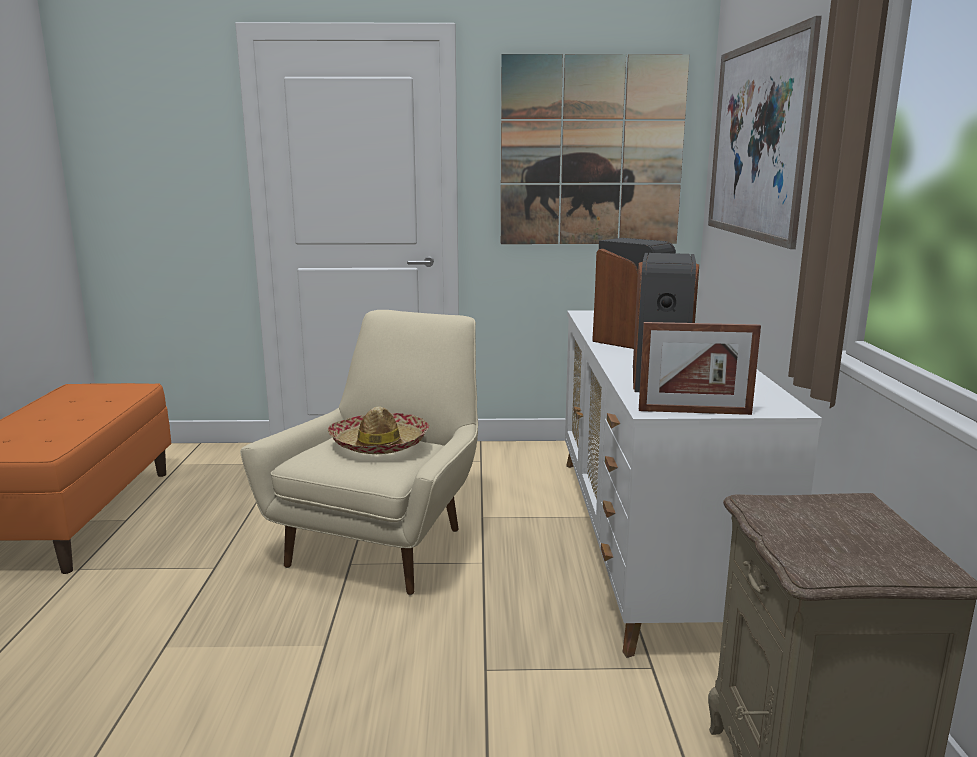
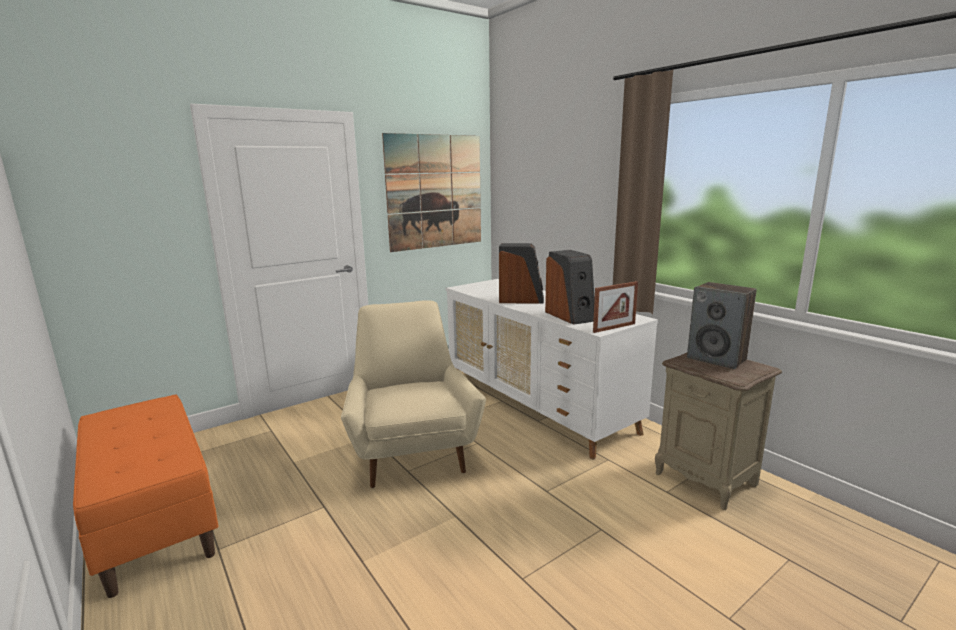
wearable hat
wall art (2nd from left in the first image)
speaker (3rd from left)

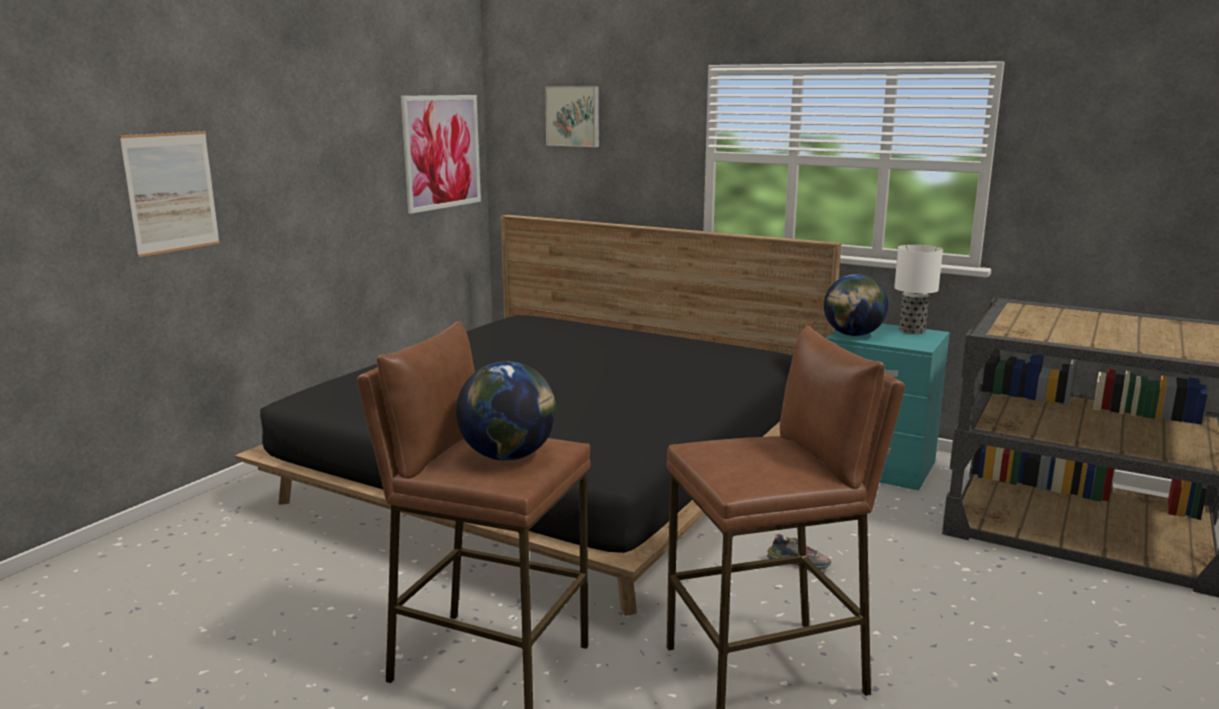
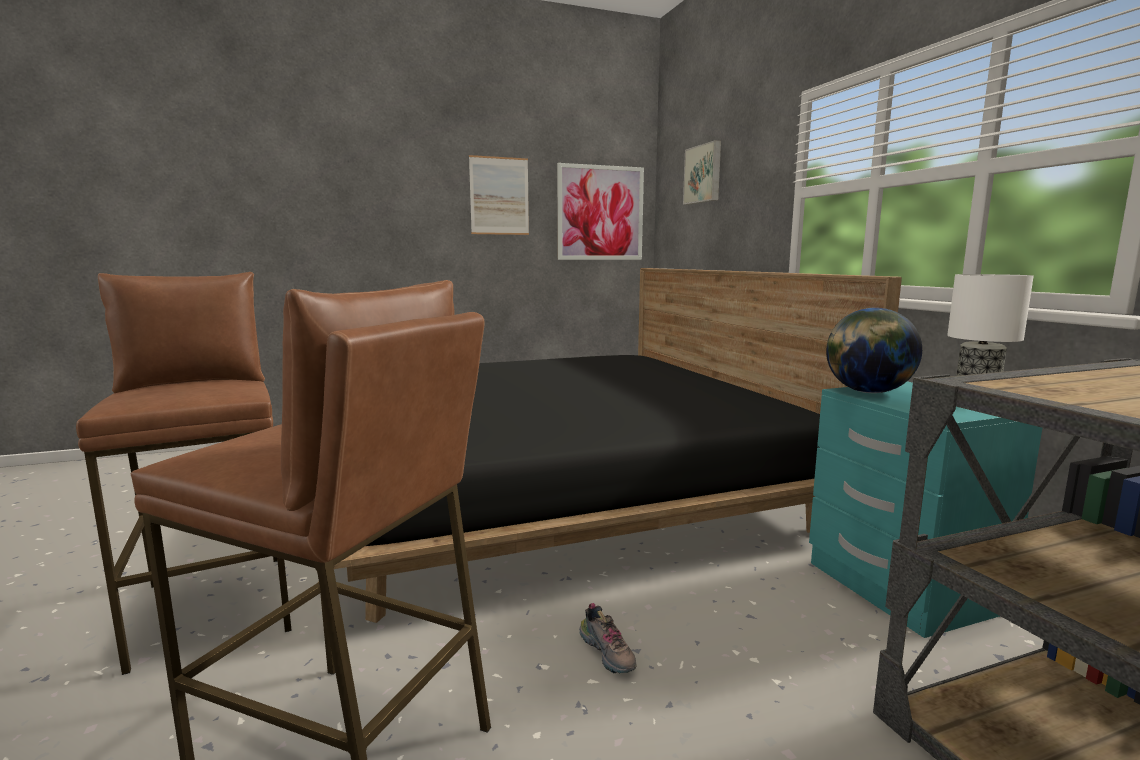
world globe (1st from left in the first image)
wall art (1st from left)

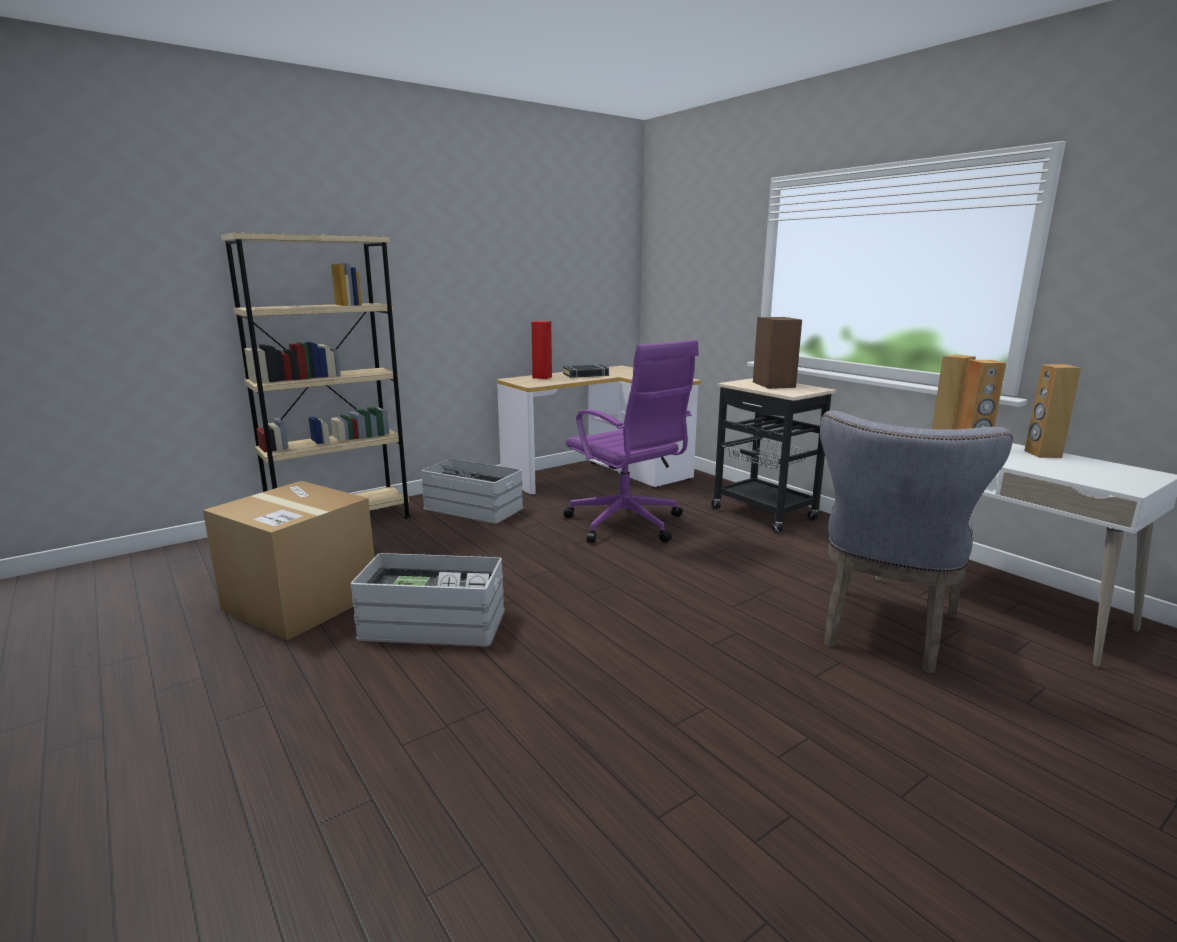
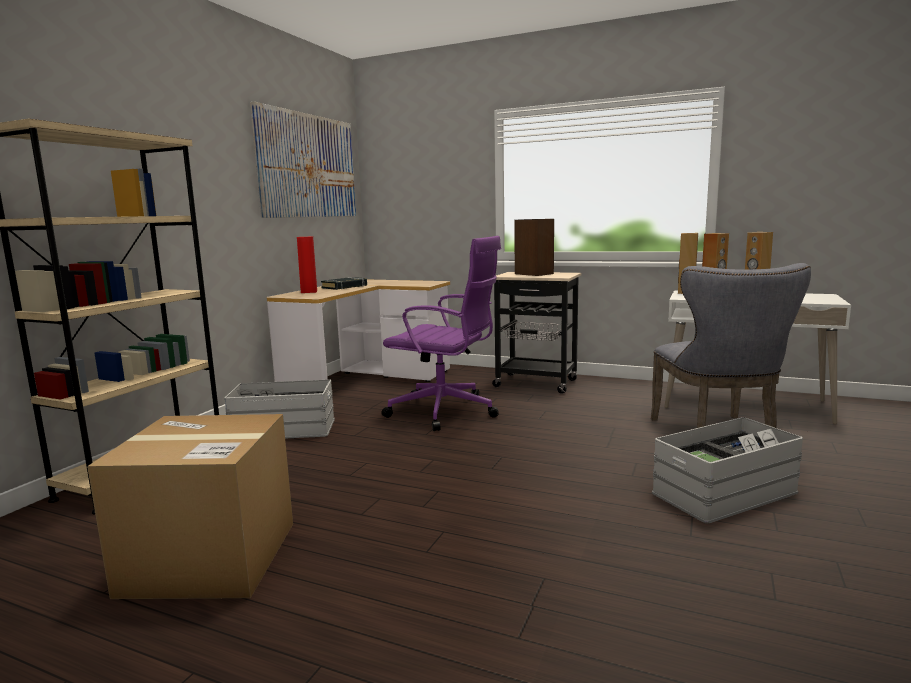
wall art
storage bin (grey) (2nd from left)

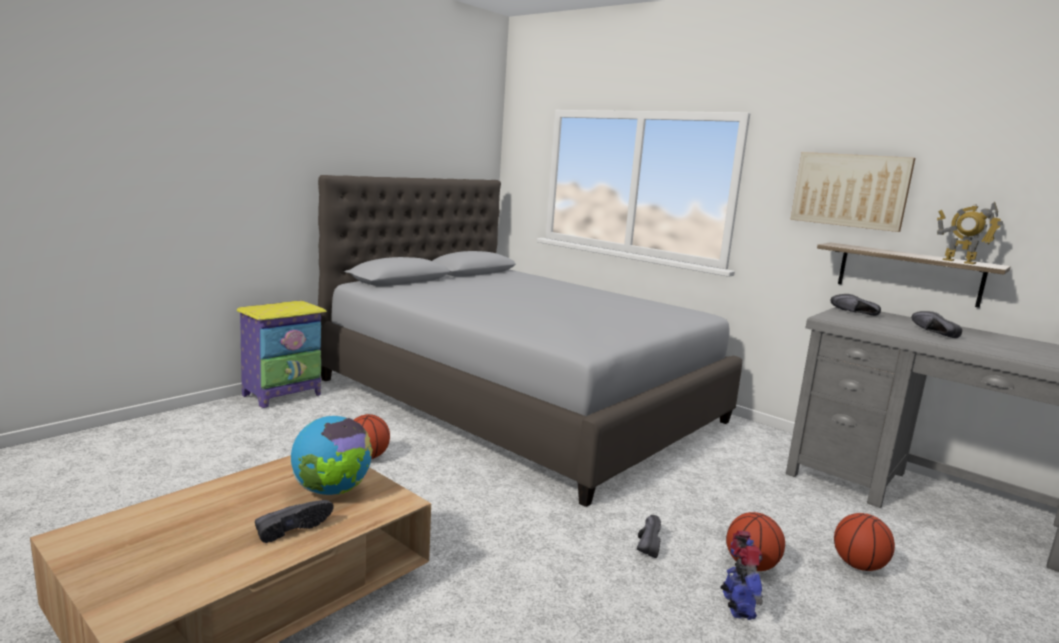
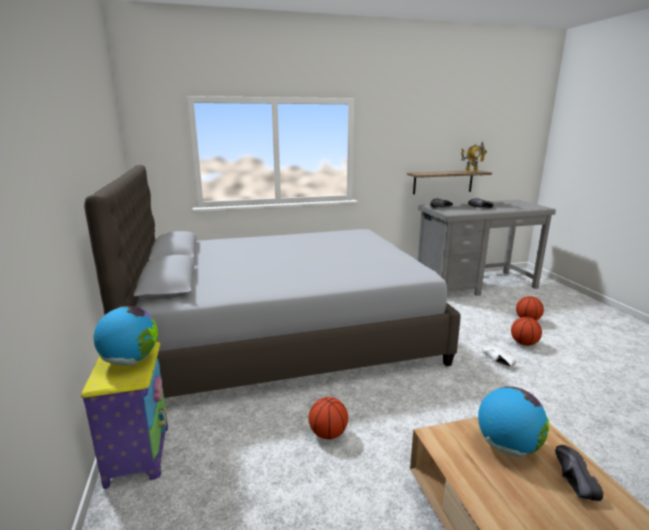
toy robot (1st from left in the first image)
wall art
world globe (1st from left)
item of footwear (white-coloured)

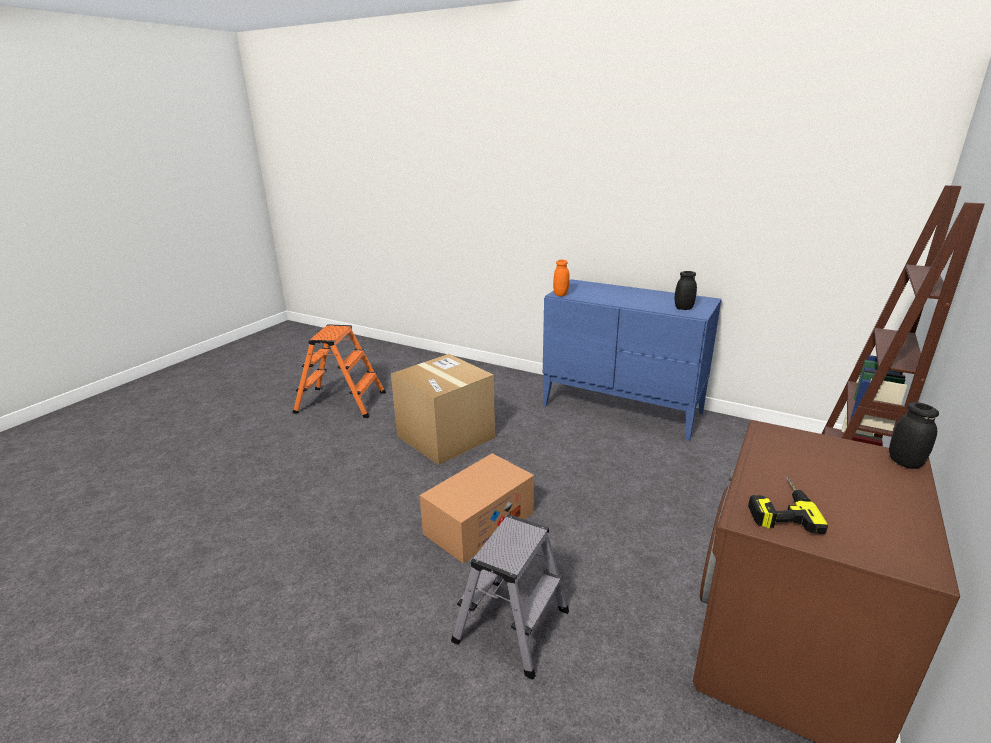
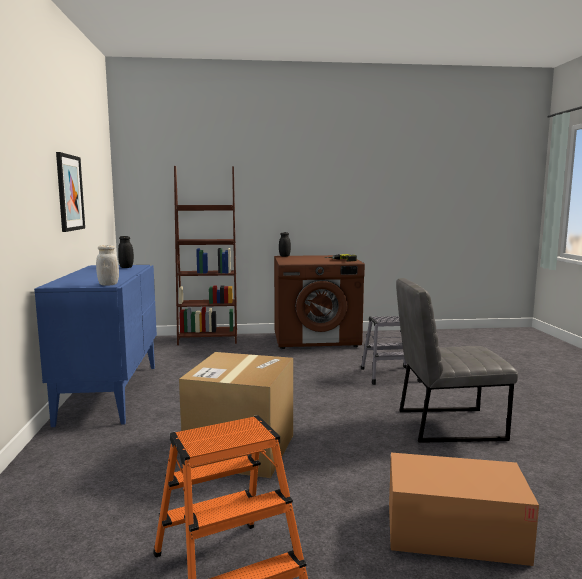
wall art
chair (grey)
packing box (2nd from left)
jar (white-coloured)

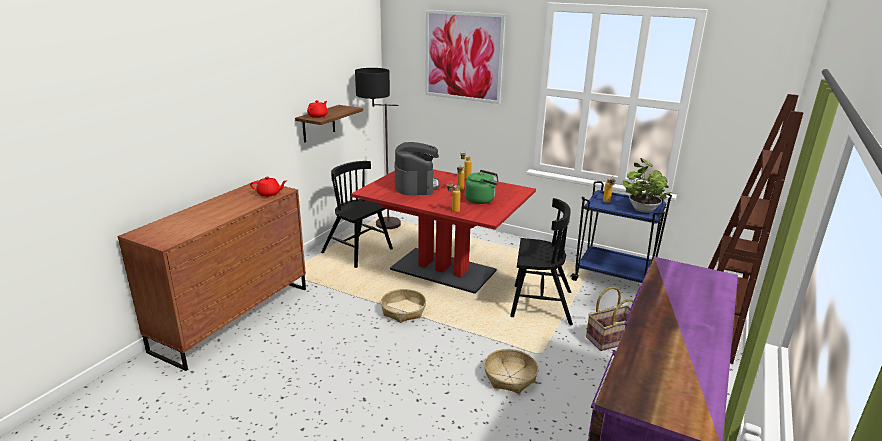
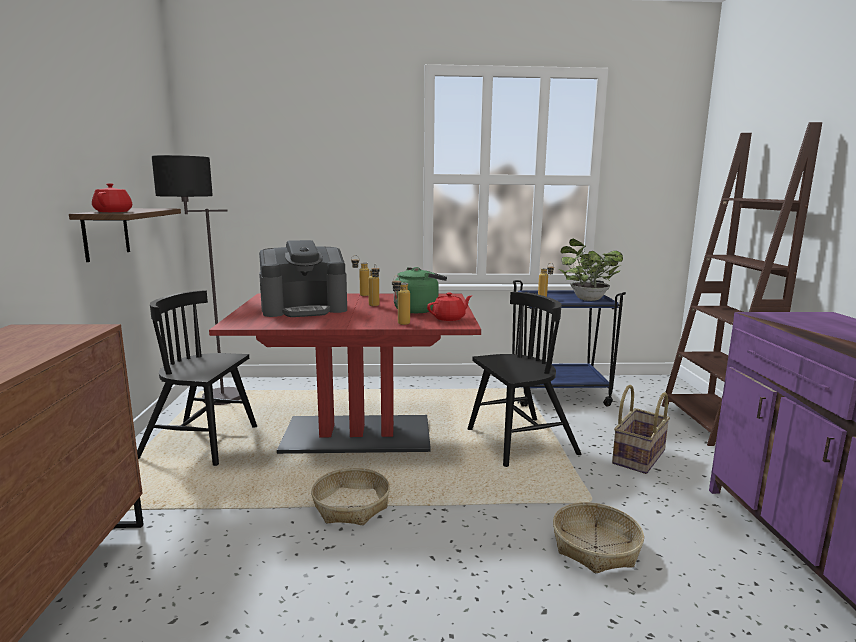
wall art
tea pot (red-coloured) (2nd from left)
coffee machine

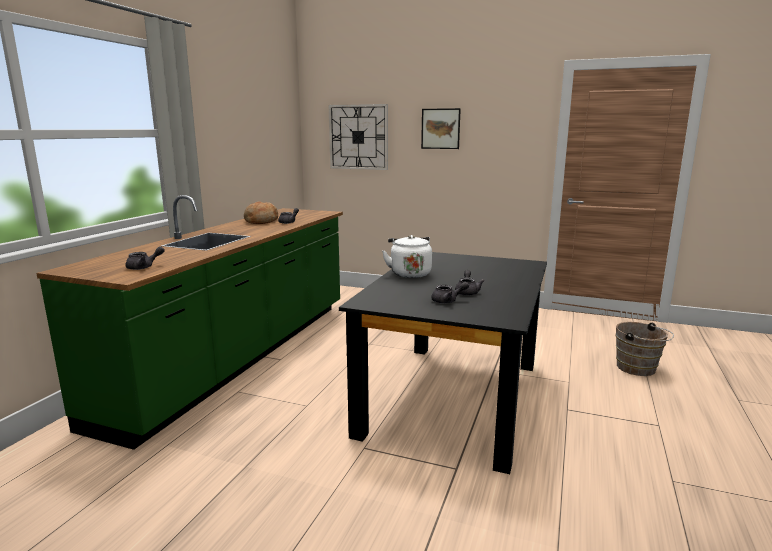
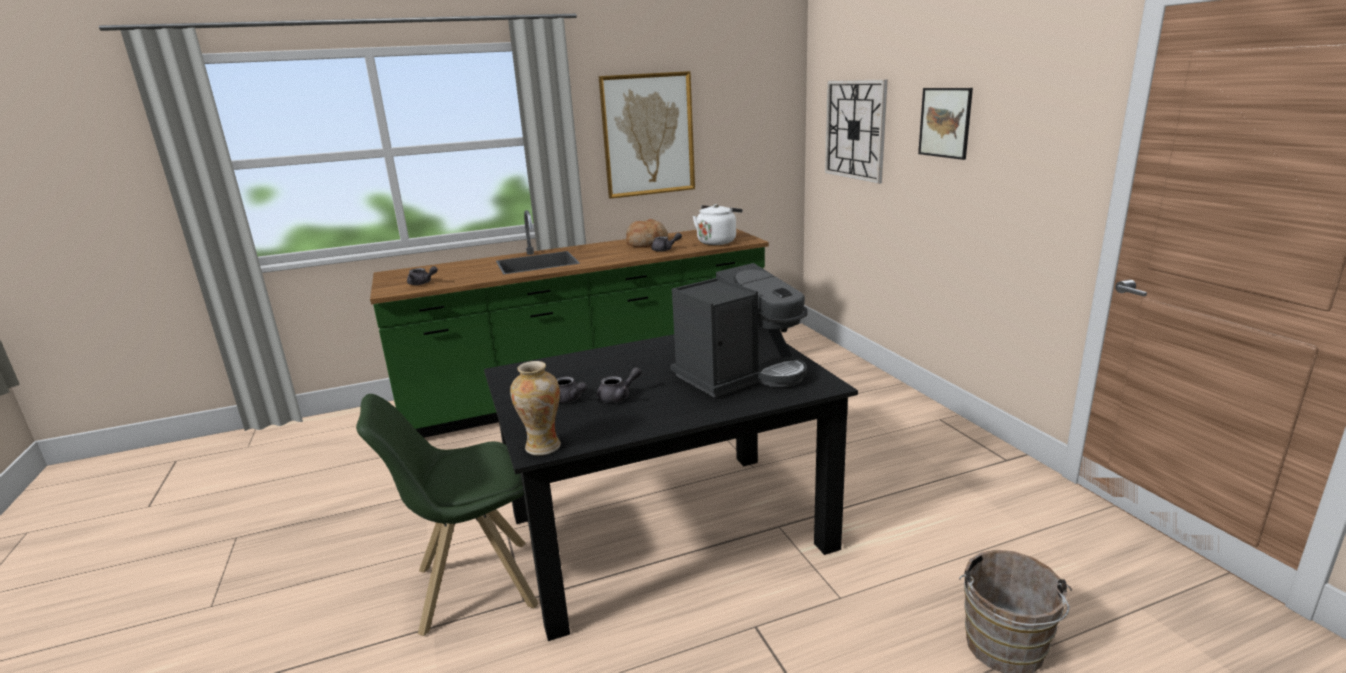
chair (green-coloured)
decorative vase
wall art (1st from left)
coffee machine
water kettle (white-coloured)

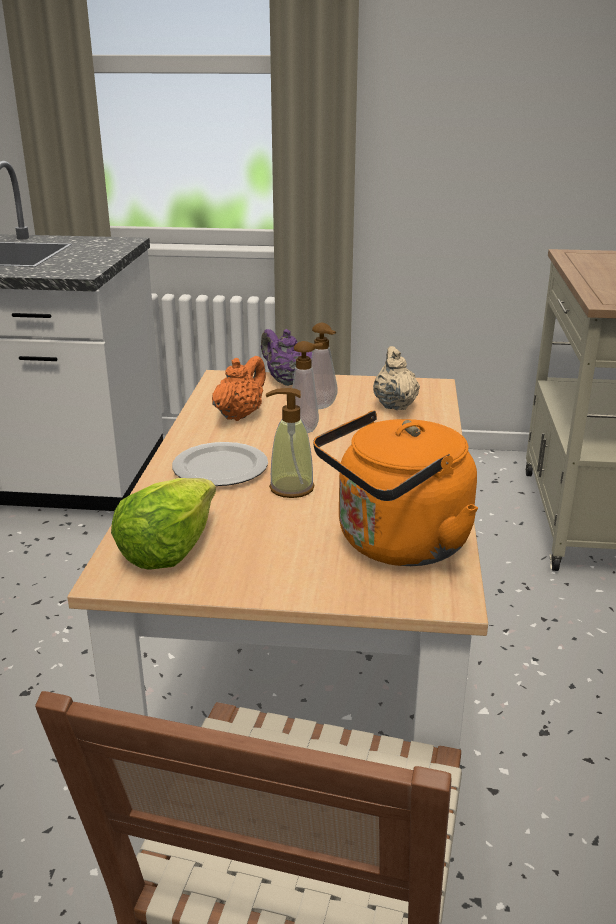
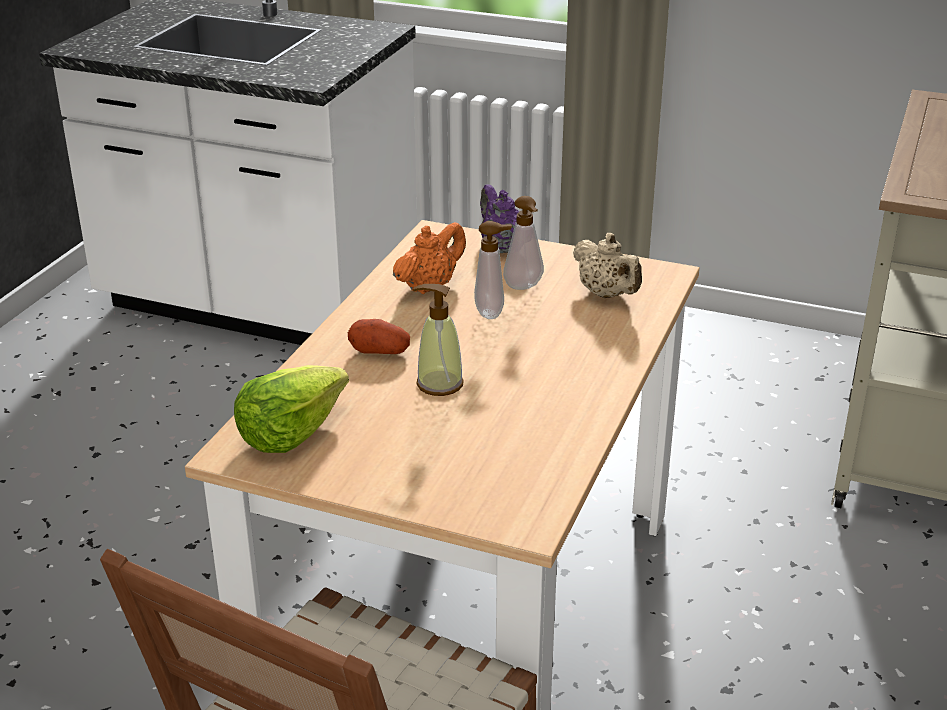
water kettle (orange)
potato
tea pot (sand-coloured)

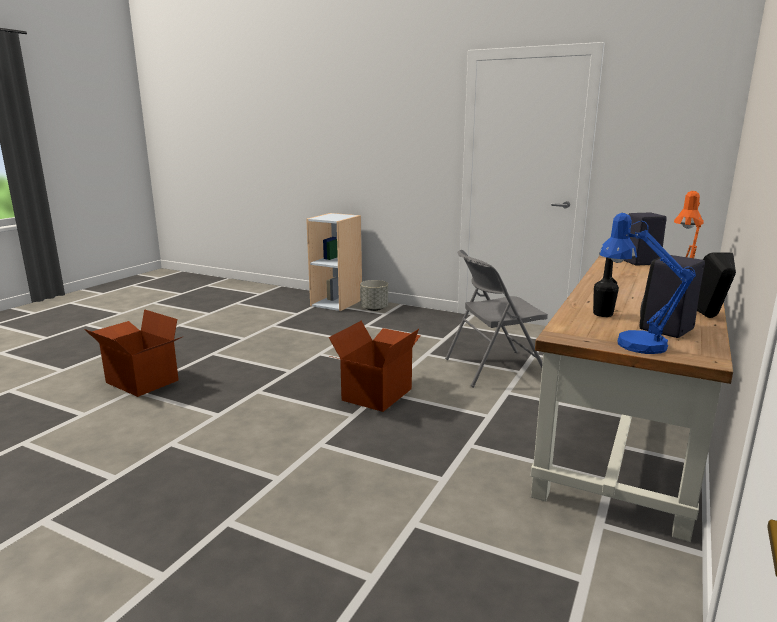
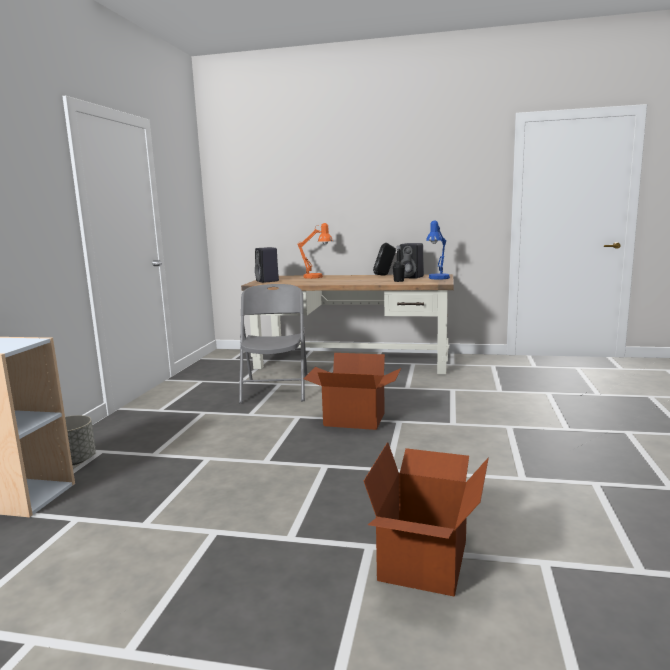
chair (grey)

